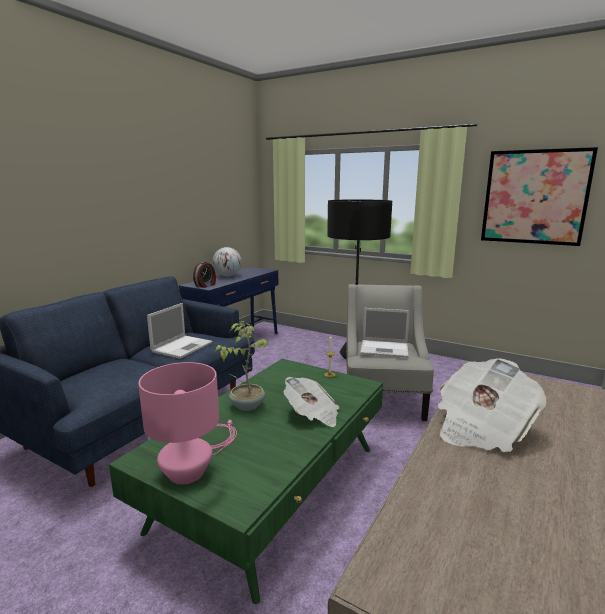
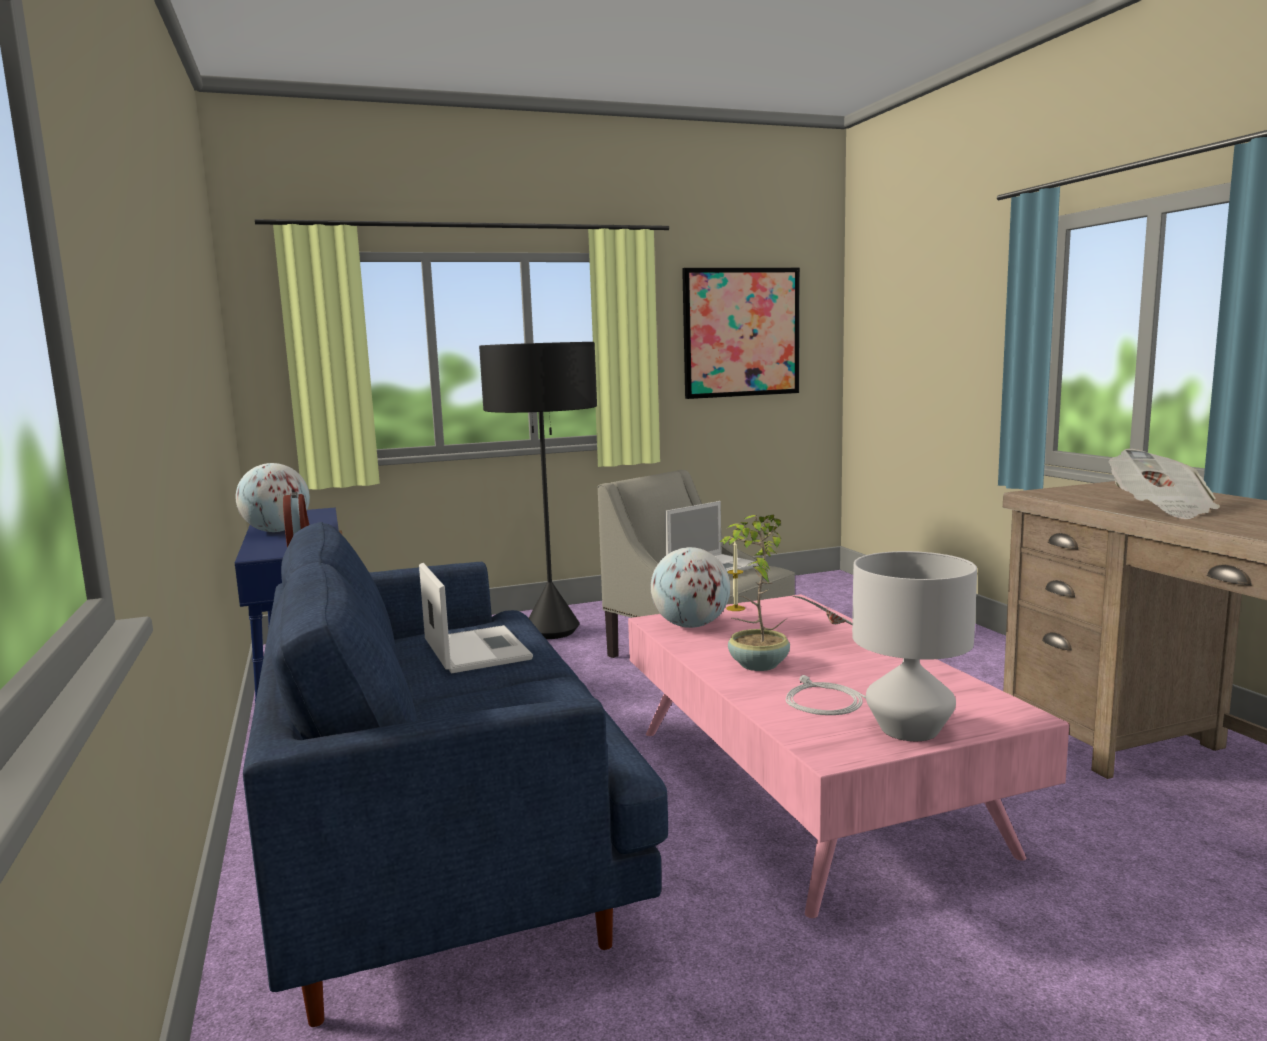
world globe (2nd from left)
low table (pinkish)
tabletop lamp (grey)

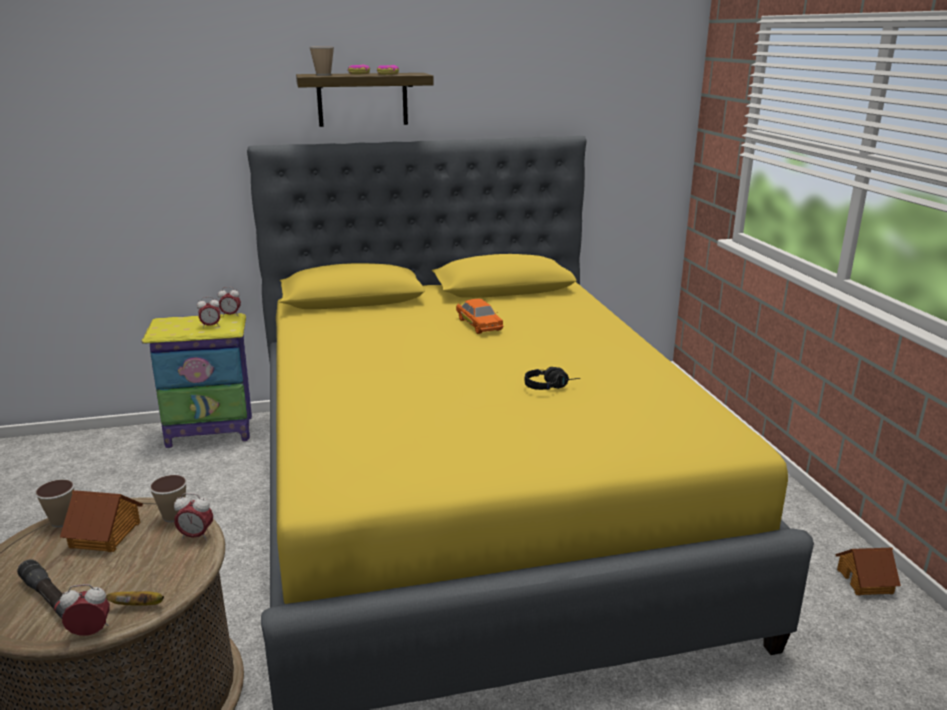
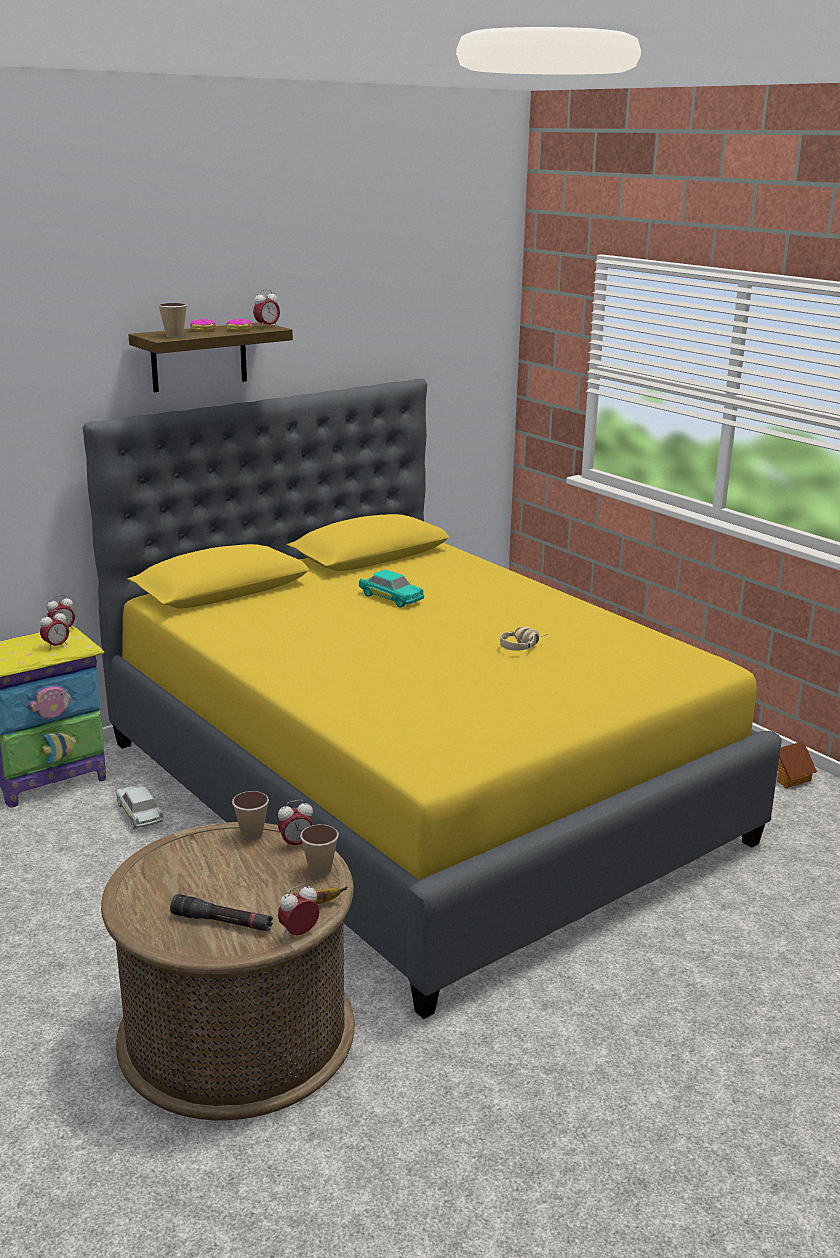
miniature house (1st from left in the first image)
model car (white-coloured)
table clock (3rd from left)
cup (3rd from left)
model car (turquoise-coloured)
headset (sand-coloured)

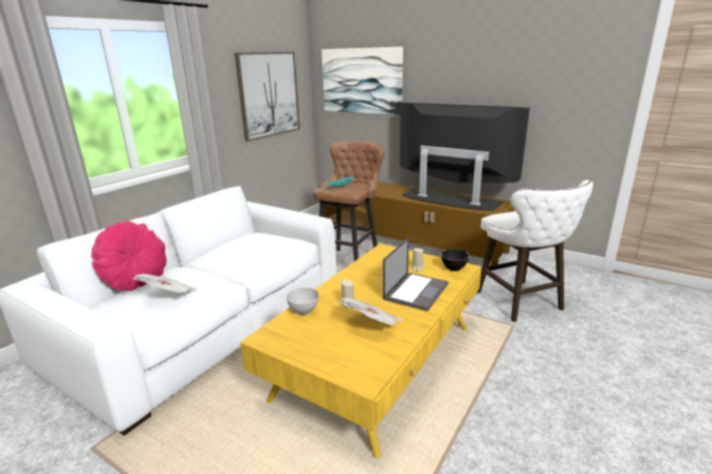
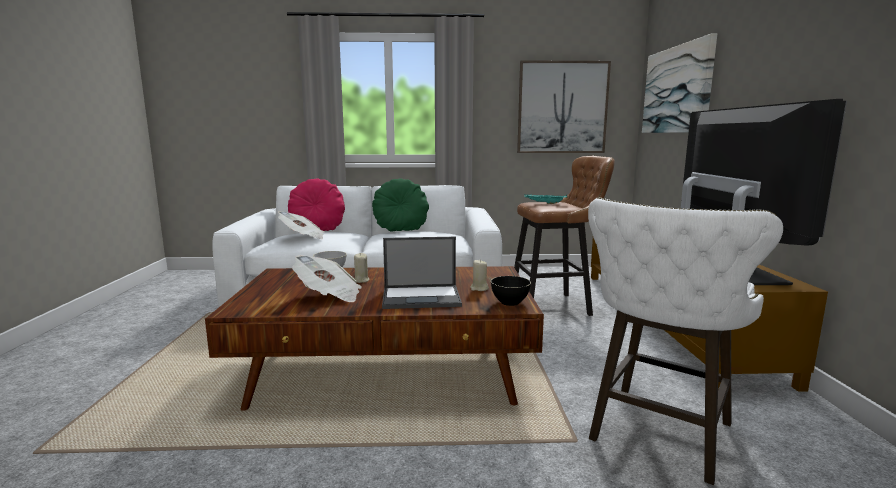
cushion (green-coloured)
low table (brown)

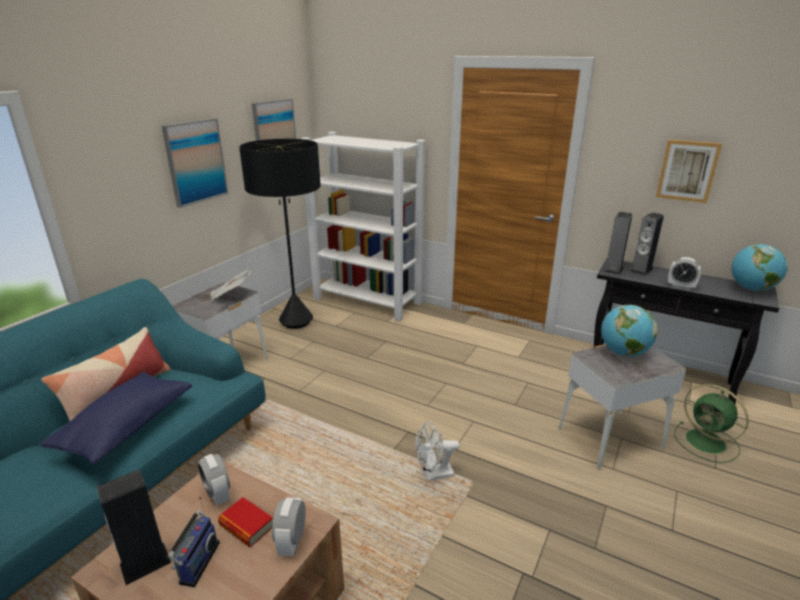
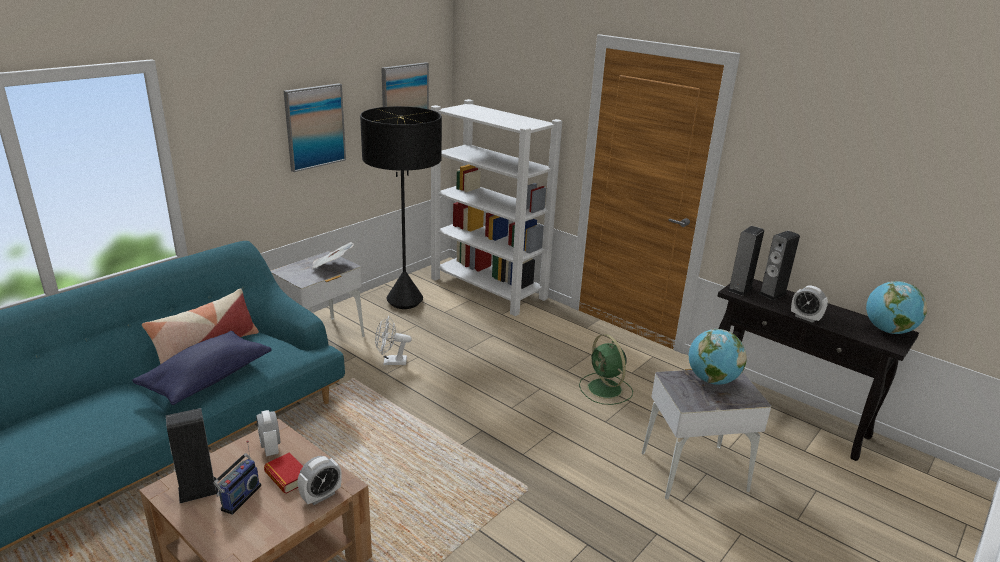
wall art (3rd from left in the first image)
fan (white-coloured)
fan (green-coloured)
table clock (2nd from left)

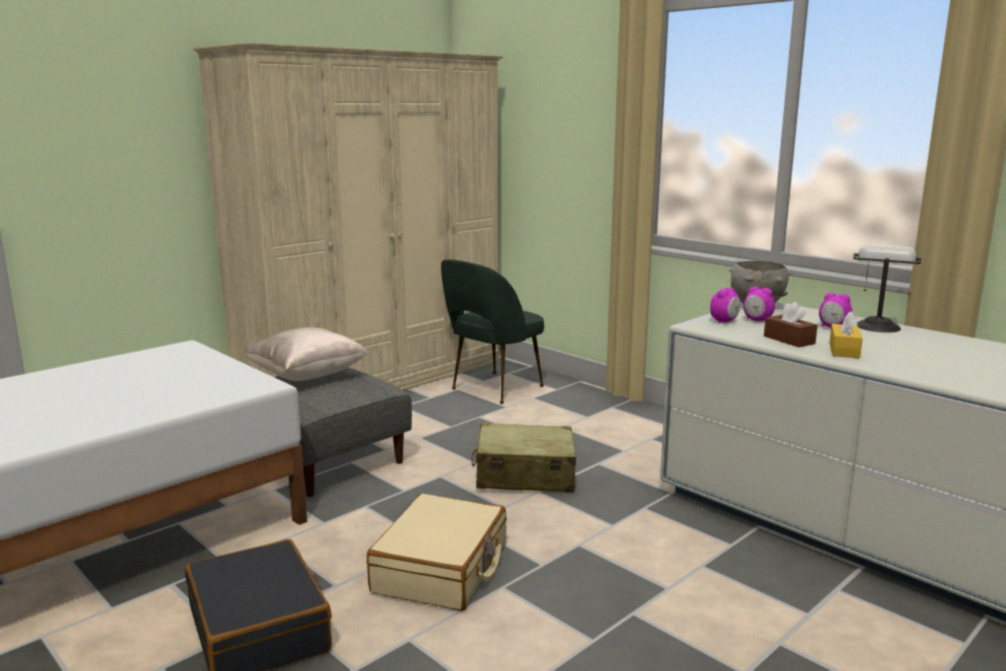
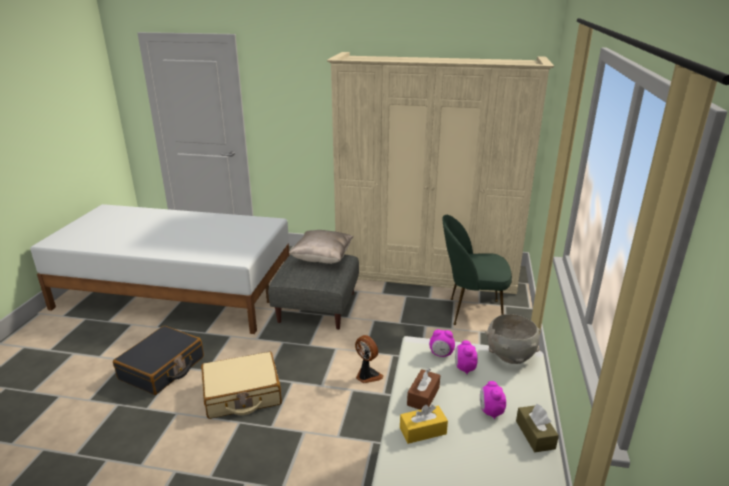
fan
tissue box (brown) (2nd from left)

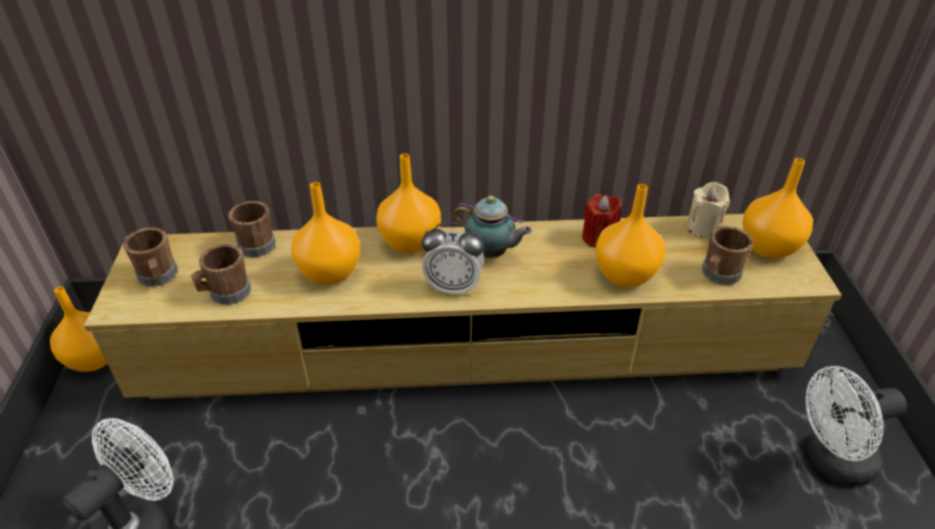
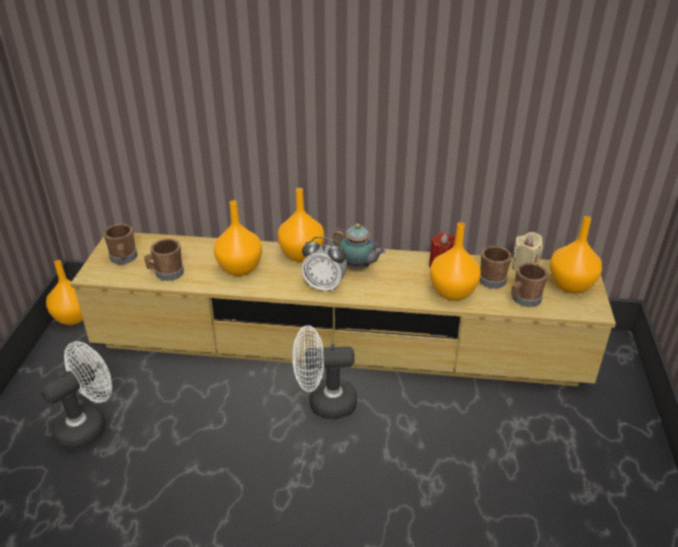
tea mug (brown) (3rd from left)
fan (white-coloured) (2nd from left)

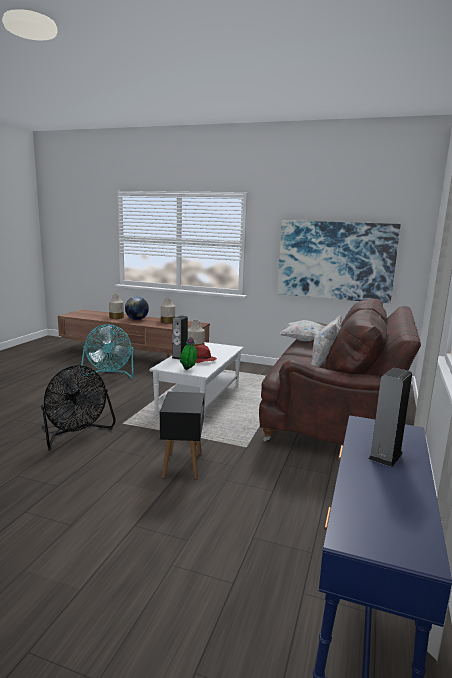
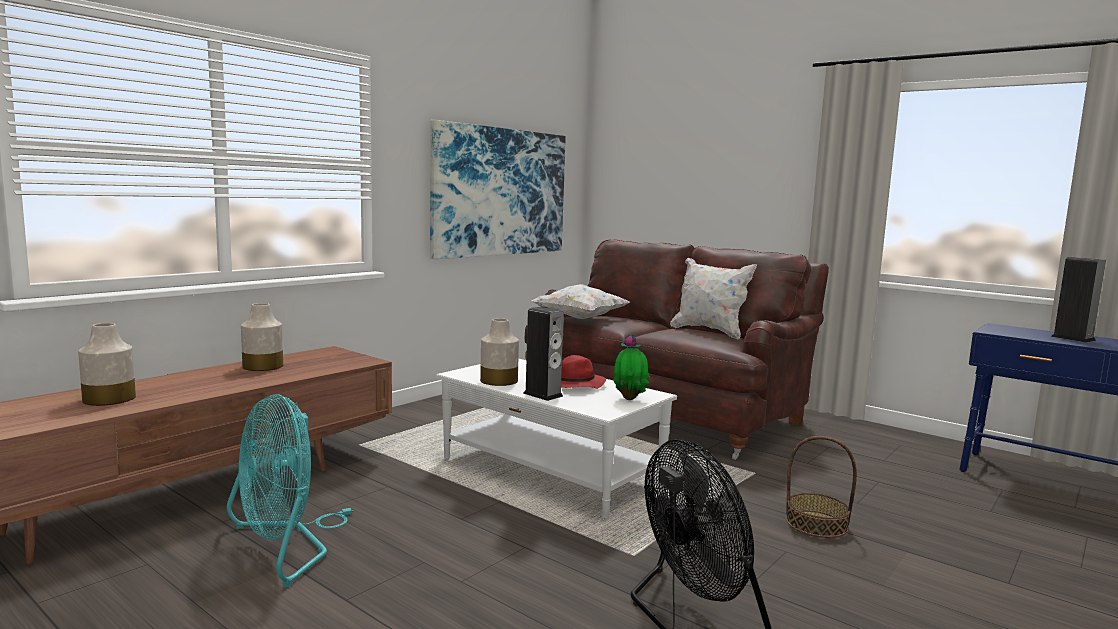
world globe
basket
fan (turquoise-coloured)

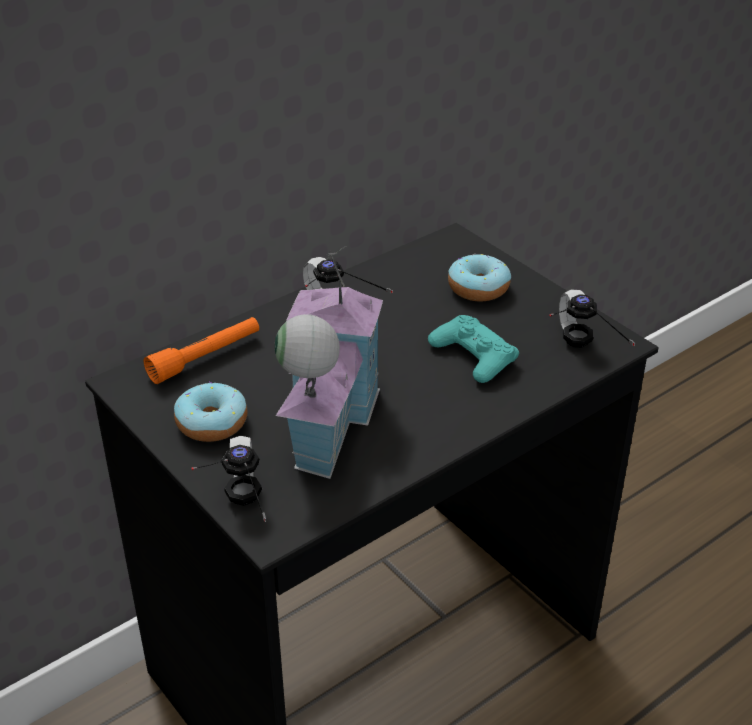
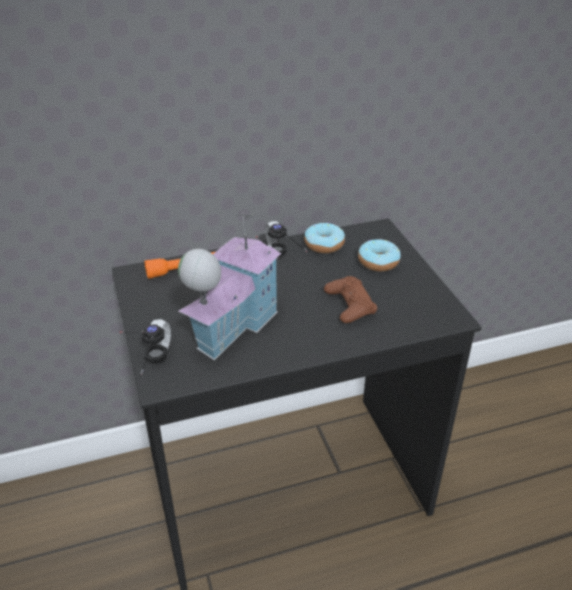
headset (3rd from left in the first image)
doughnut (1st from left)
gamepad (brown)

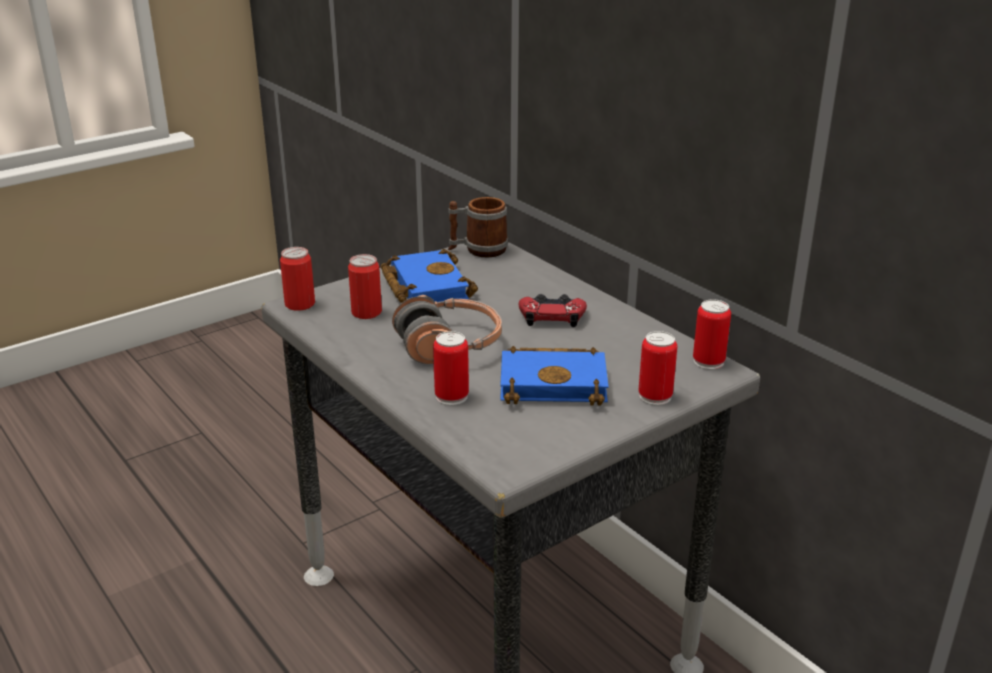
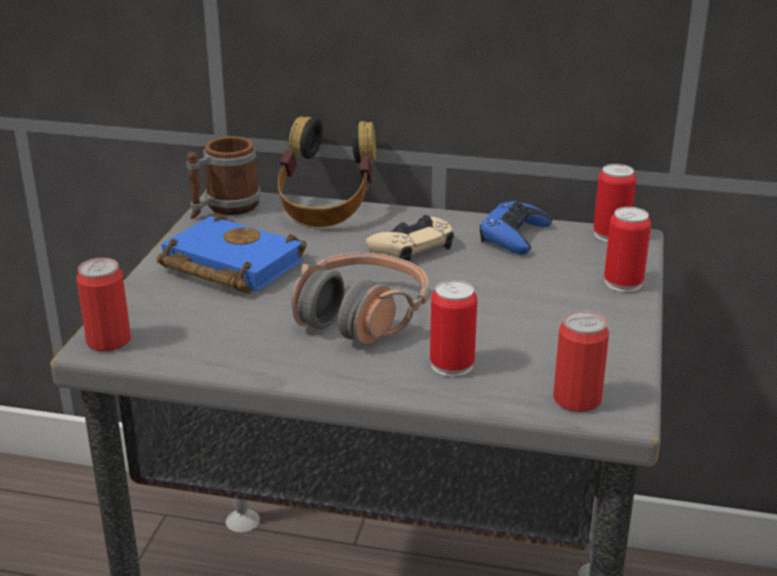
book (bluish) (2nd from left in the first image)
headset (1st from left)
gamepad (bluish)
metal can (3rd from left)
gamepad (sand-coloured)

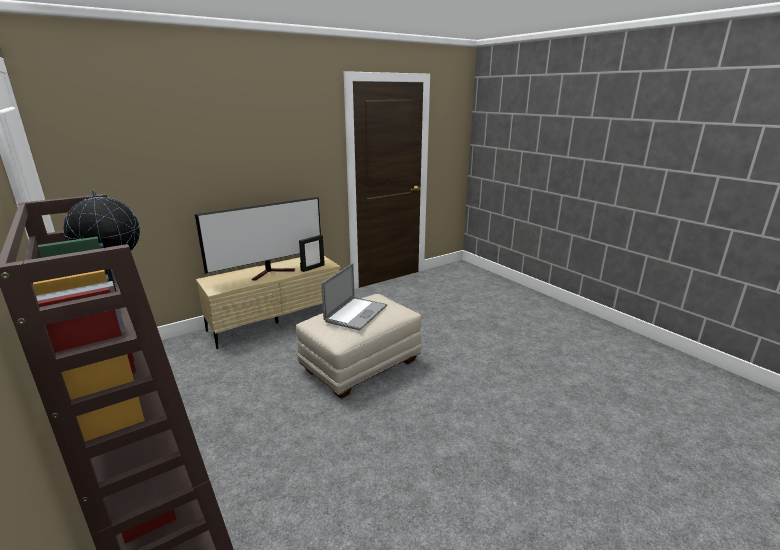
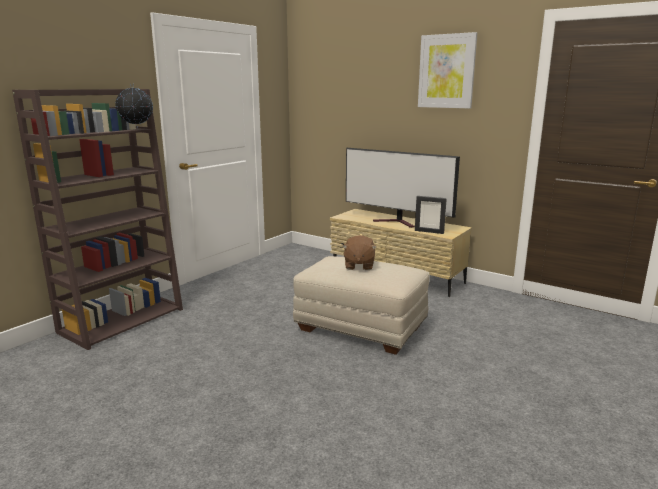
wall art
cuddly toy (brown)

